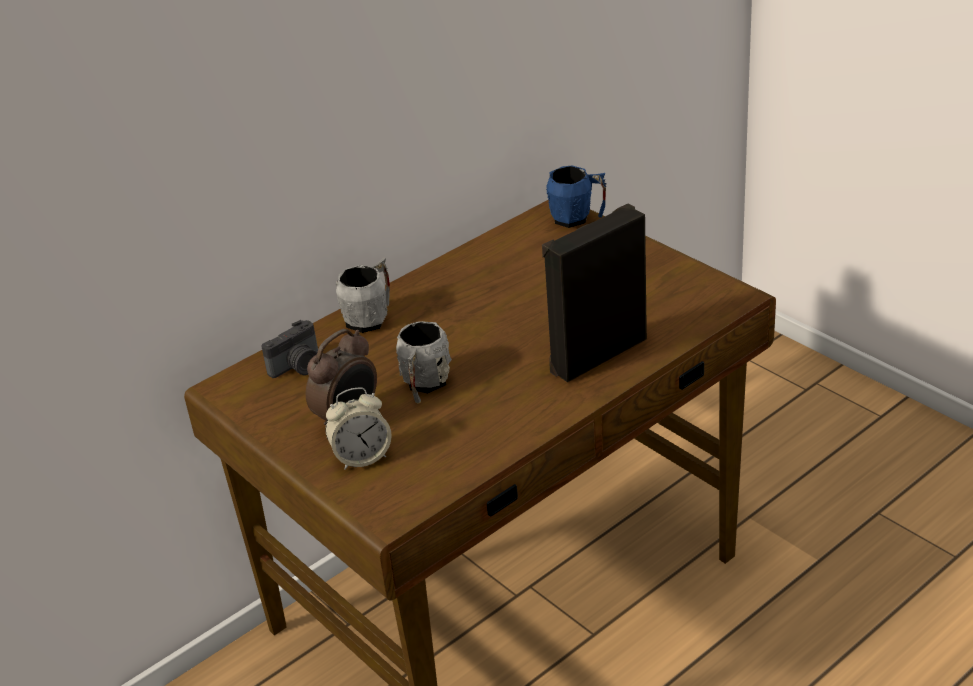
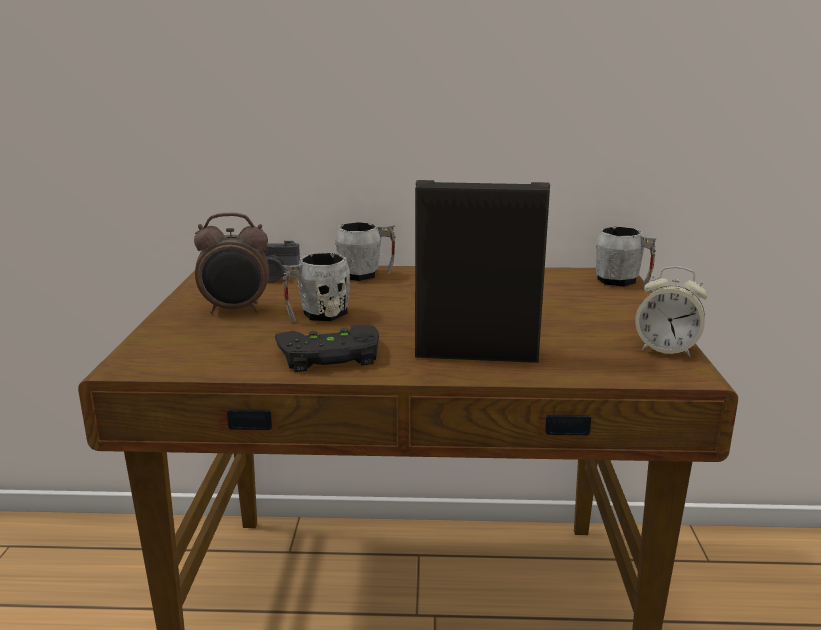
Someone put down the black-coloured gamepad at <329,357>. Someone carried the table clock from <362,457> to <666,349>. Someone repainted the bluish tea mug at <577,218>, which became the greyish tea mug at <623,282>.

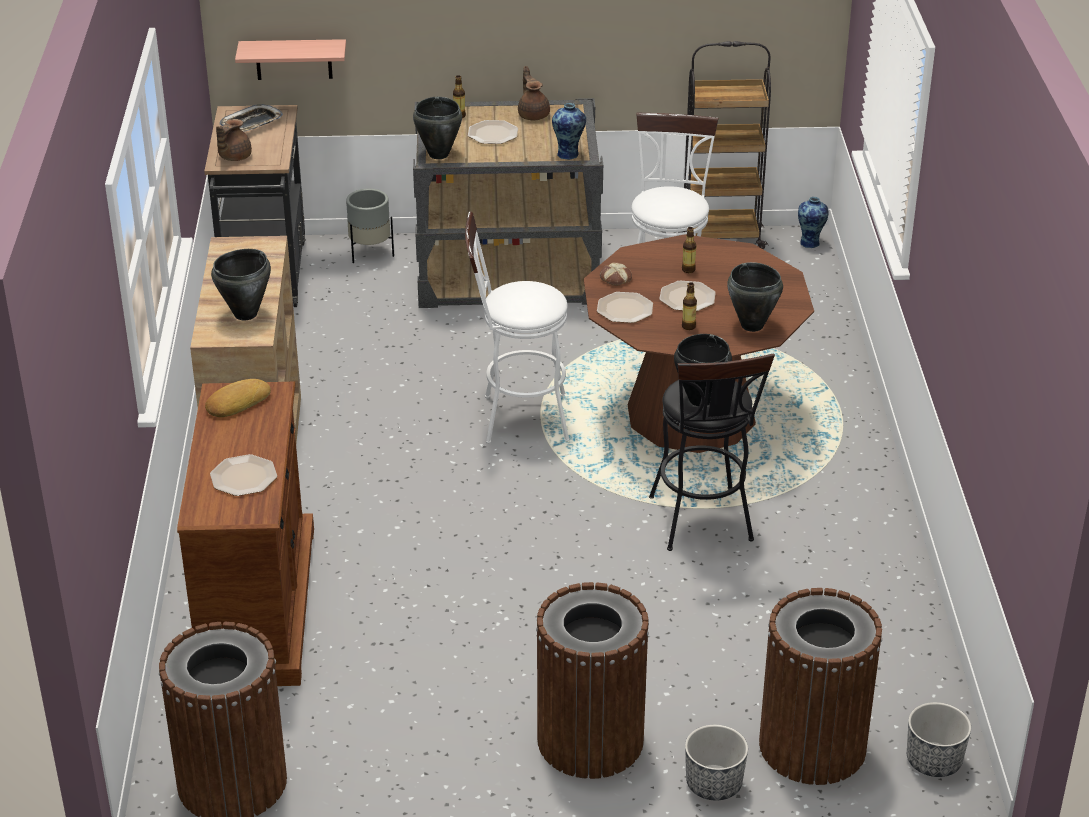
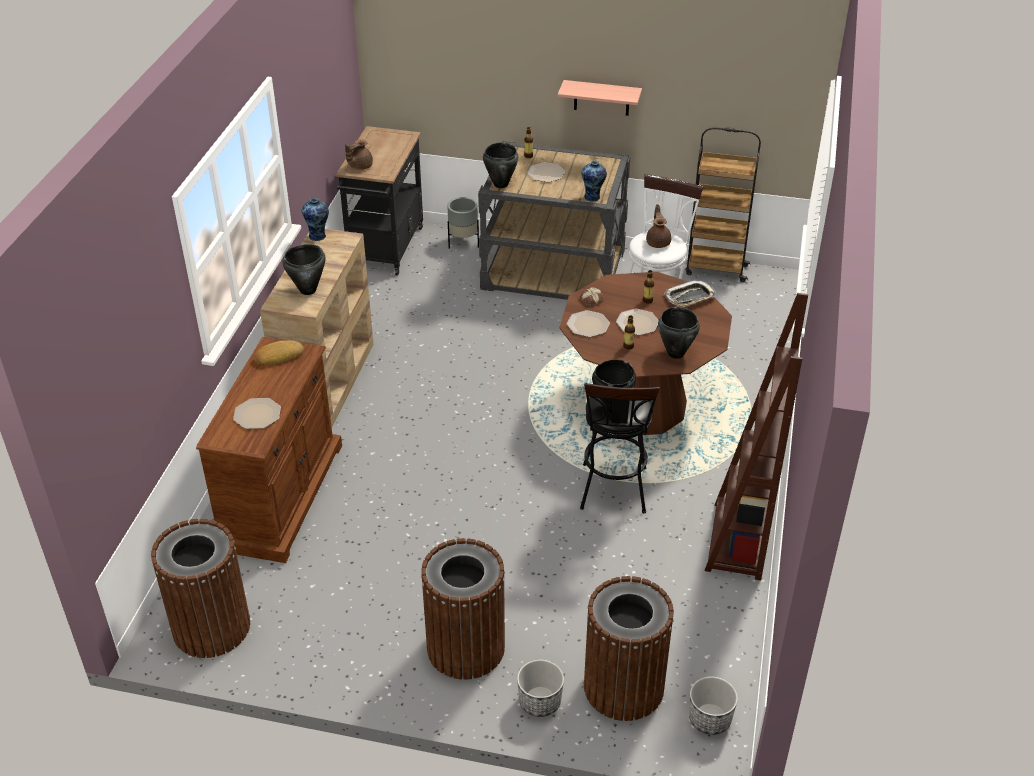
Someone took away the whitish sitting stool at <516,419>. Someone put down the brown-coloured bookcase at <737,541>. Someone carried the serving tray from <252,124> to <689,297>. Someone carried the shelf from <293,59> to <601,98>. Someone carried the brown-coloured tea pot from <533,114> to <658,242>. Someone carried the vase from <810,242> to <318,236>.

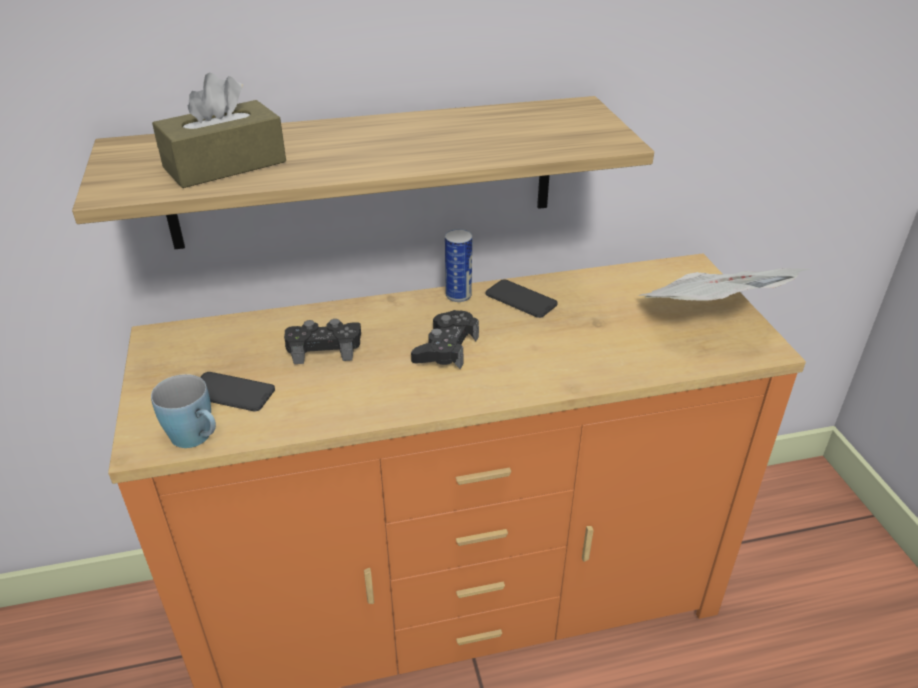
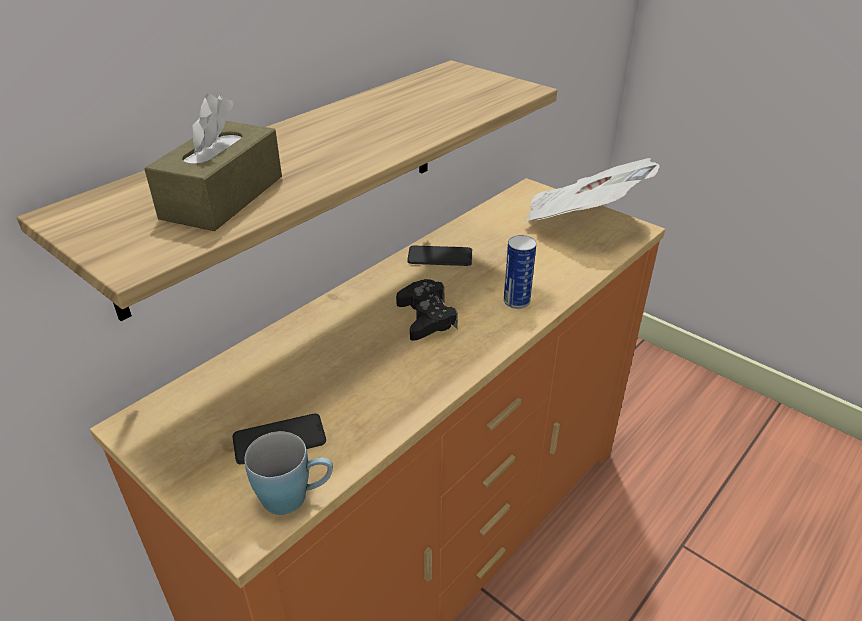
Someone took away the black-coloured gamepad at <324,348>. Someone carried the can from <458,295> to <516,301>.

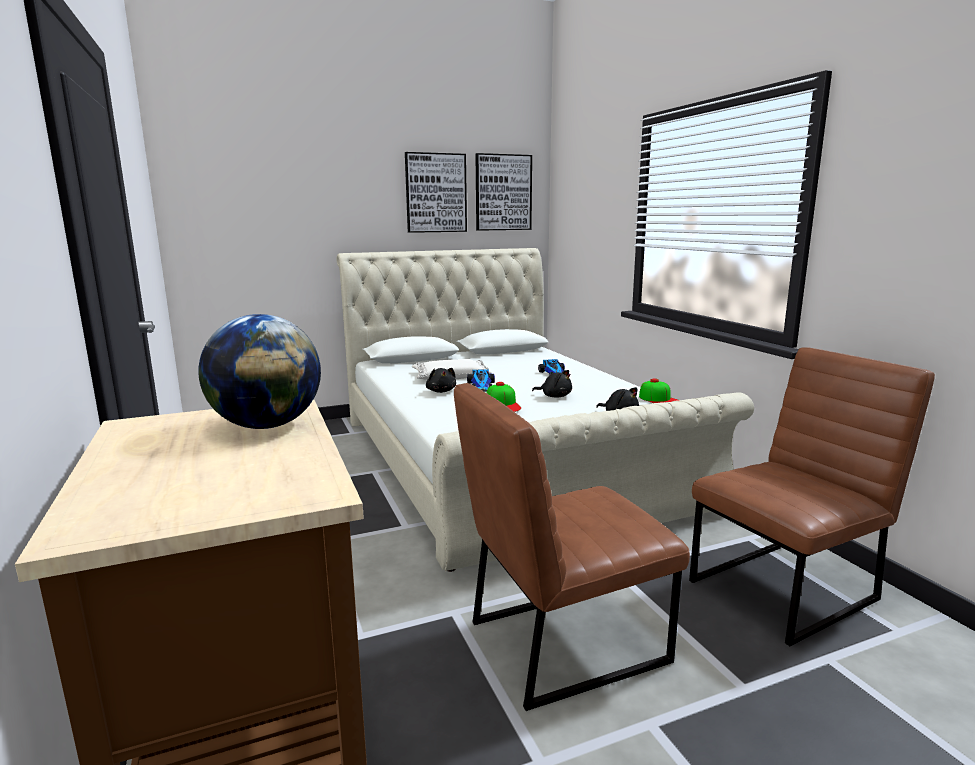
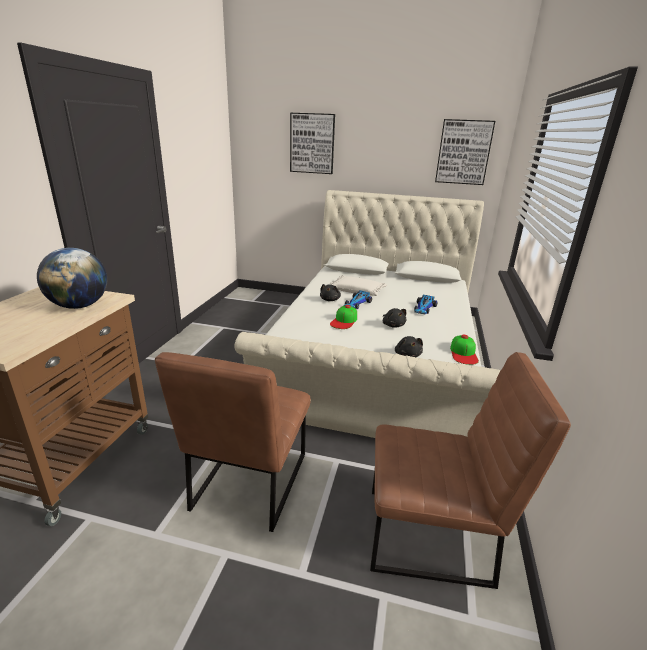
Someone carried the picture from <436,193> to <312,143>. Someone rotated the brown-coloured upright chair at <562,642> by 90 degrees counterclockwise.

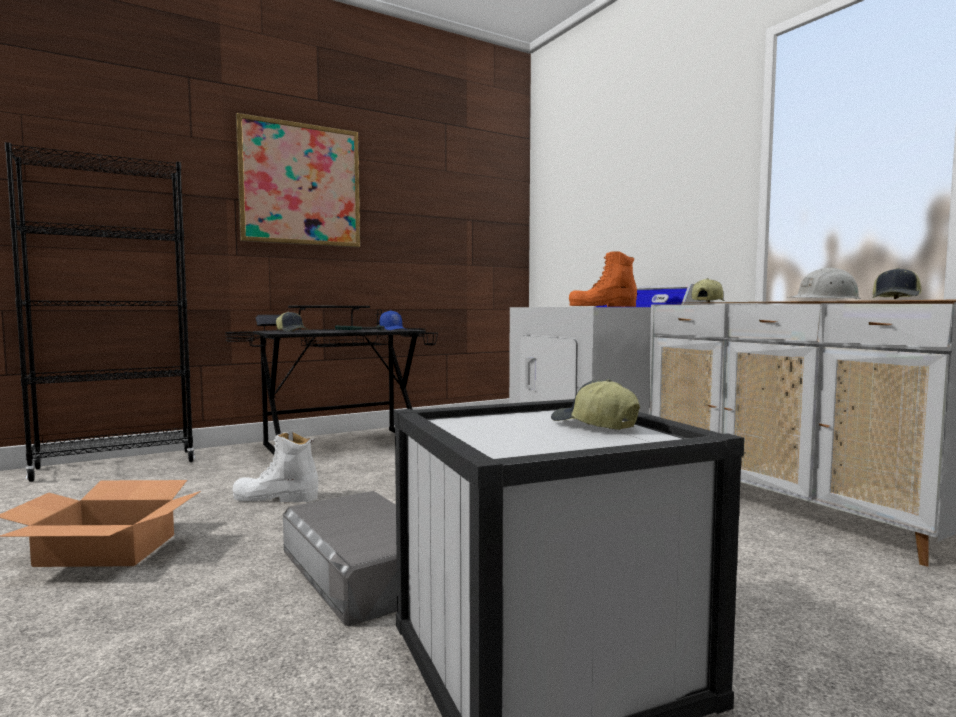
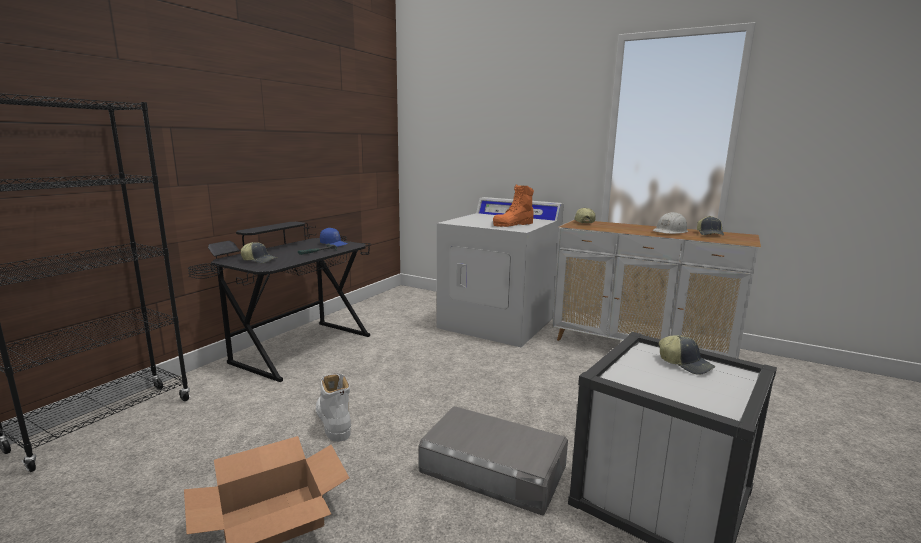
Someone took away the picture at <300,184>. Someone rotated the whitish high-top boot at <275,498> by 90 degrees clockwise. Someone rotated the baseball cap at <593,425> by 150 degrees counterclockwise.

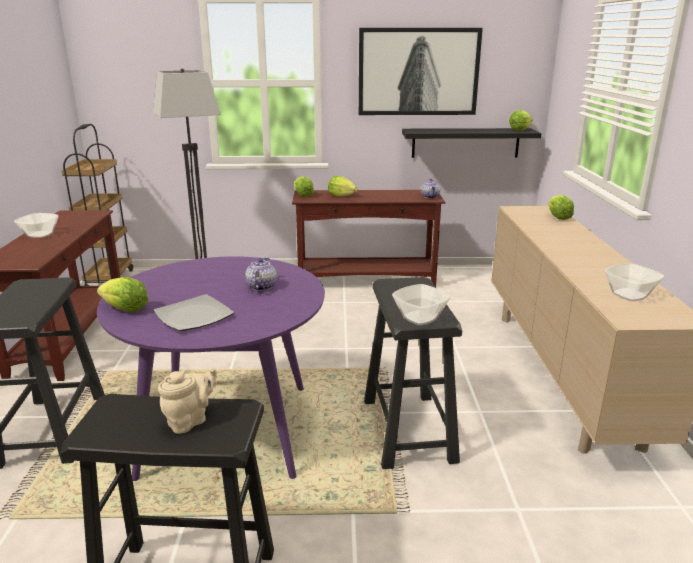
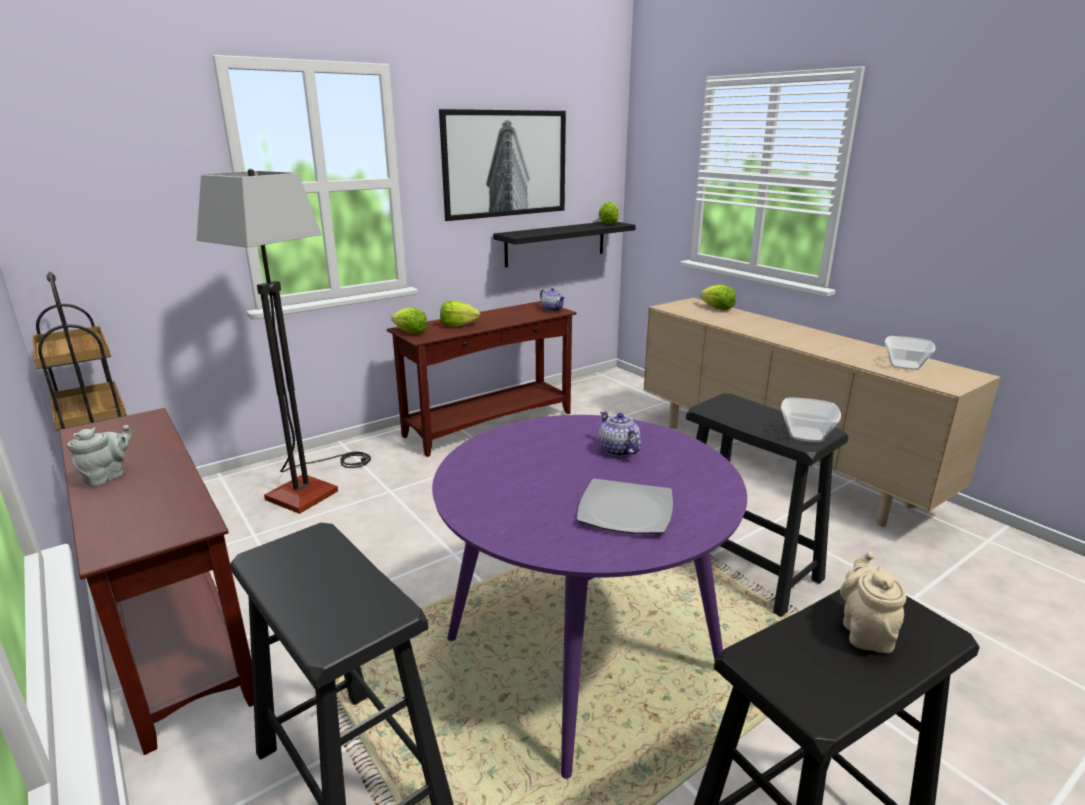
Someone took away the lettuce head at <125,309>. Someone swapped the deep dish at <39,235> for the greyish tea pot at <108,477>.

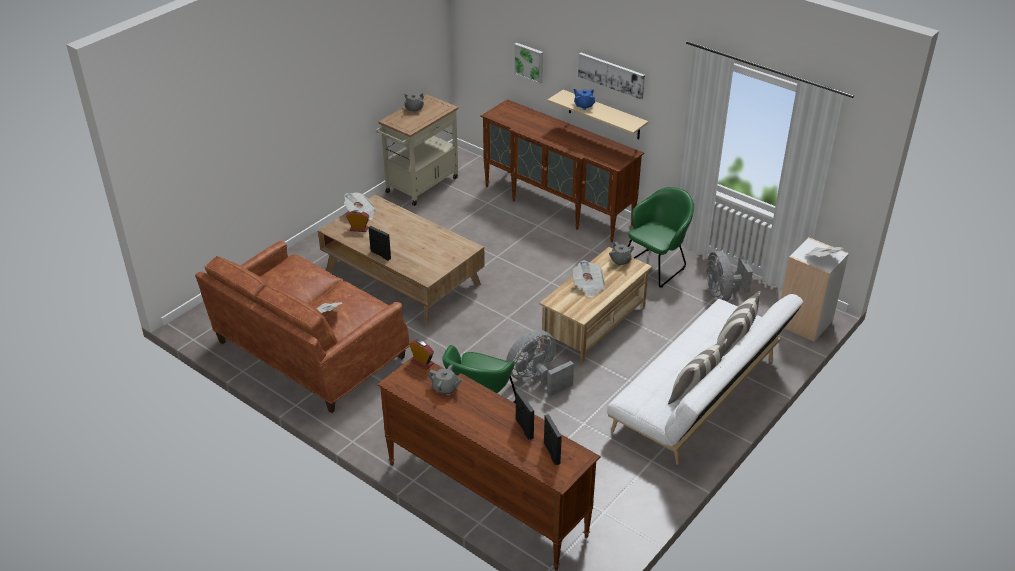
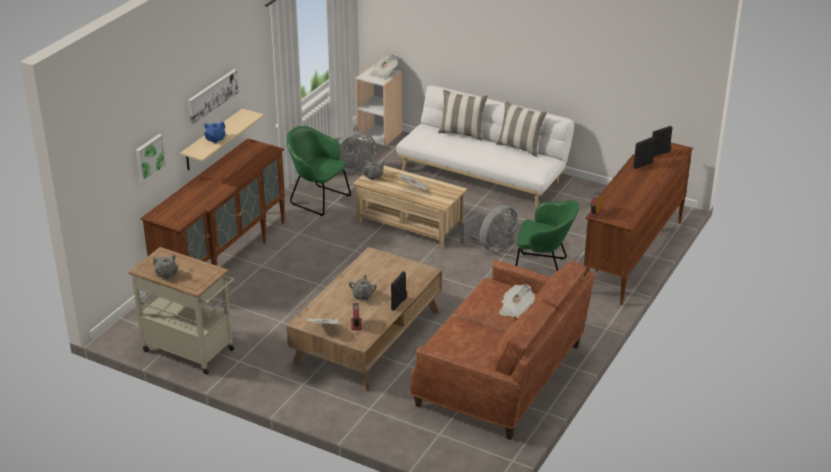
Someone carried the greyish tea pot from <445,388> to <363,296>. Someone rotated the greyish cooling fan at <537,379> by 90 degrees counterclockwise.

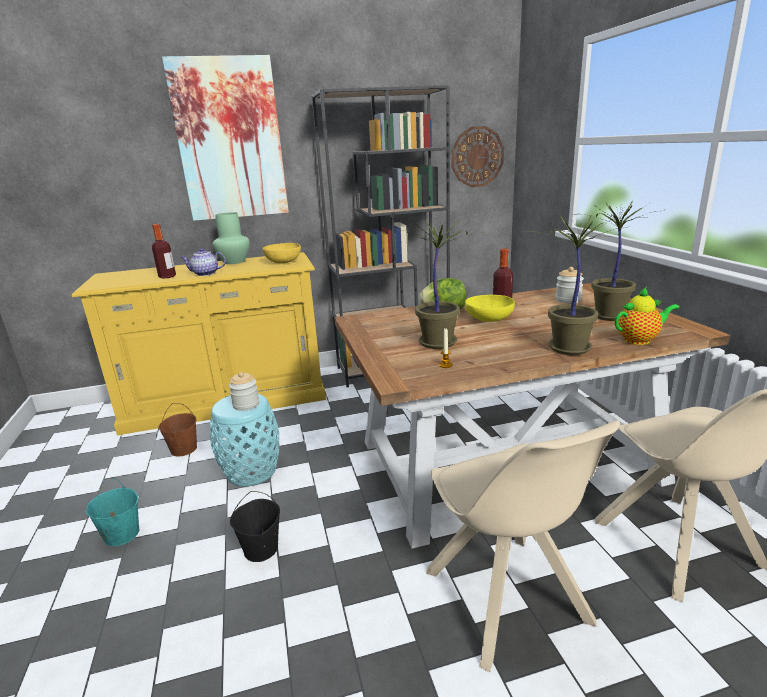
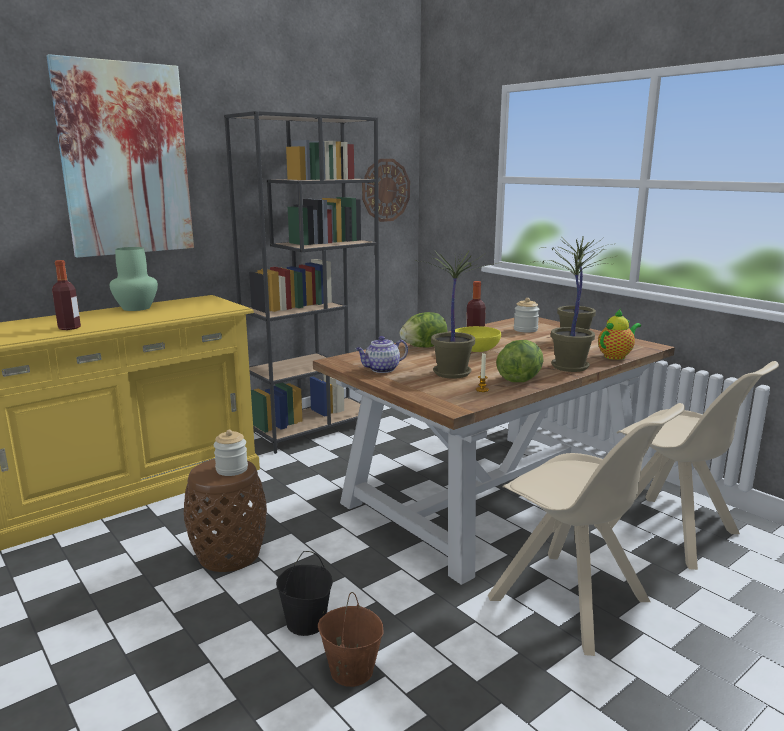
Someone took away the turquoise pail at <121,535>. Someone took away the yellow deep dish at <283,262>. Someone put down the lettuce head at <520,379>. Someone carried the brown-coloured pail from <183,449> to <351,671>. Someone carried the tea pot from <205,274> to <381,369>. Someone repainted the turquoise sitting stool at <251,471>, which became the brown-coloured sitting stool at <229,555>.

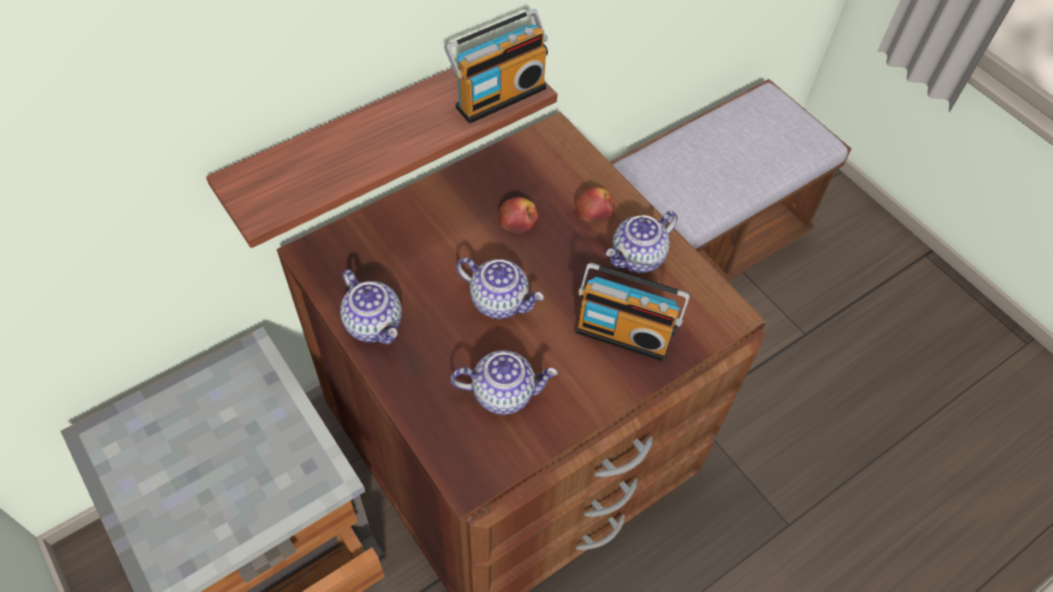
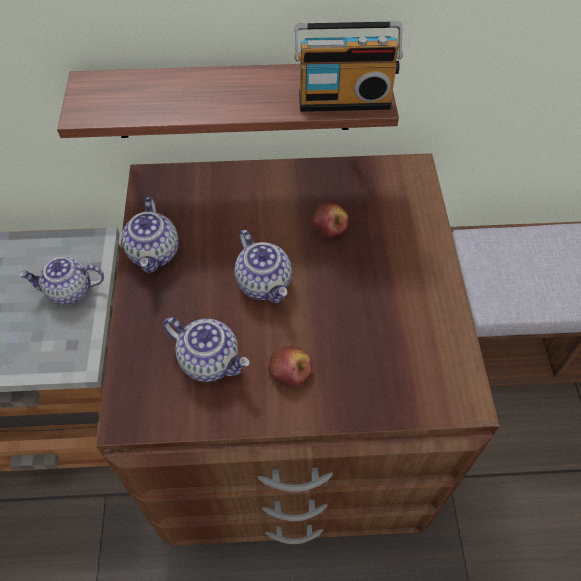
Someone took away the radio receiver at <624,332>. Someone carried the whole apple from <594,210> to <290,370>. Someone carried the tea pot from <637,258> to <69,291>.

